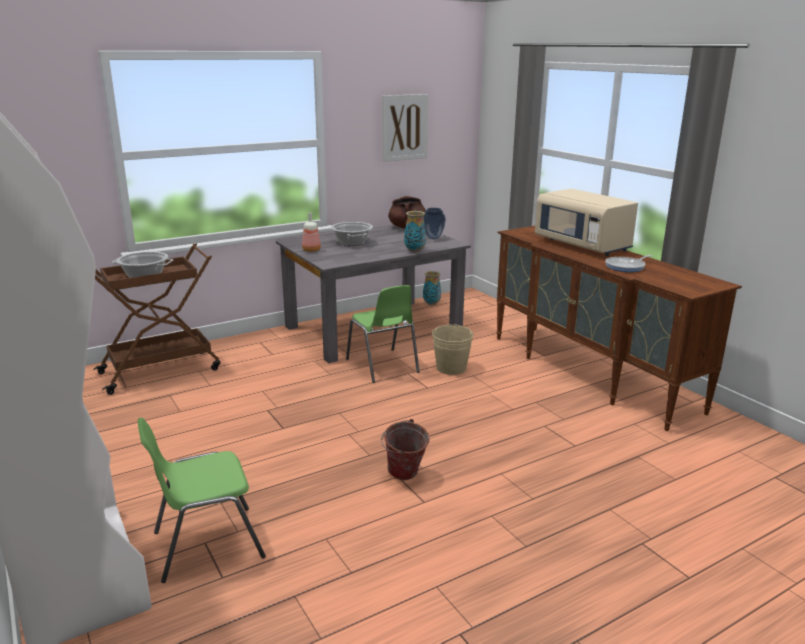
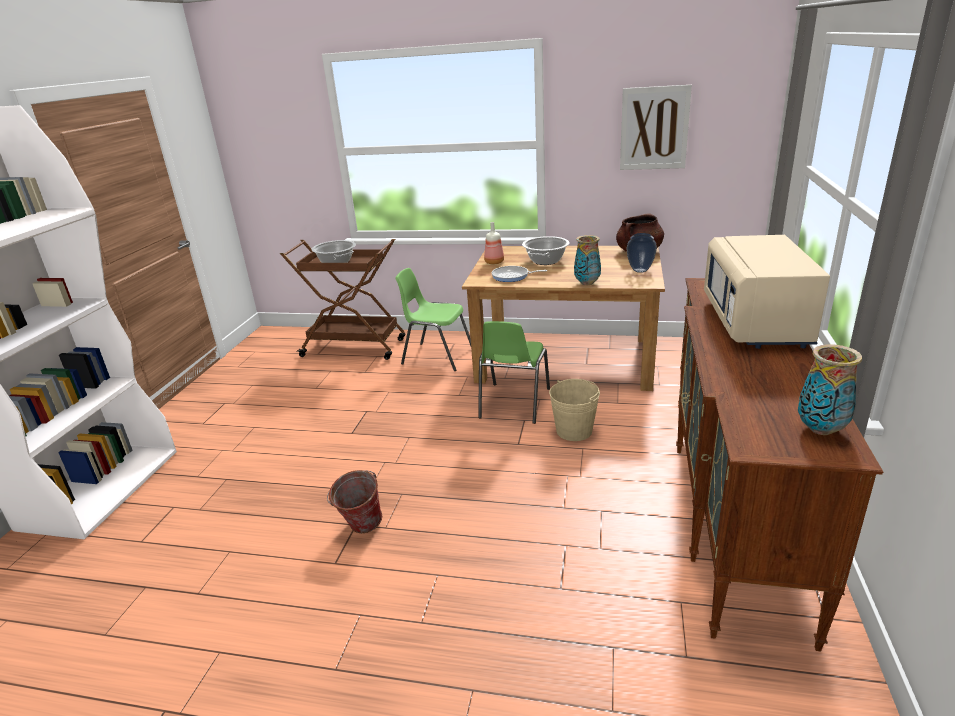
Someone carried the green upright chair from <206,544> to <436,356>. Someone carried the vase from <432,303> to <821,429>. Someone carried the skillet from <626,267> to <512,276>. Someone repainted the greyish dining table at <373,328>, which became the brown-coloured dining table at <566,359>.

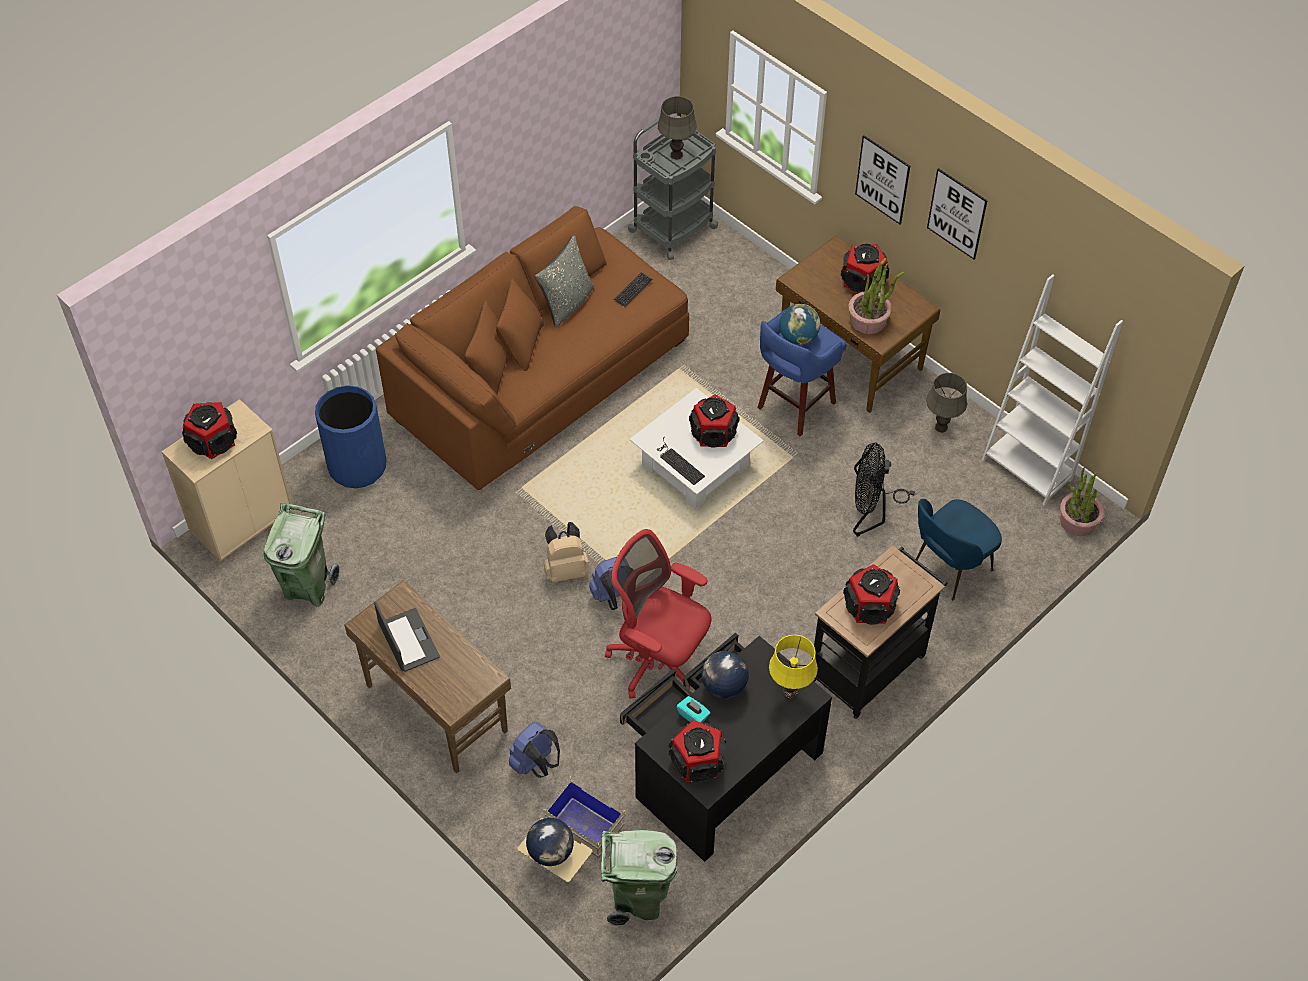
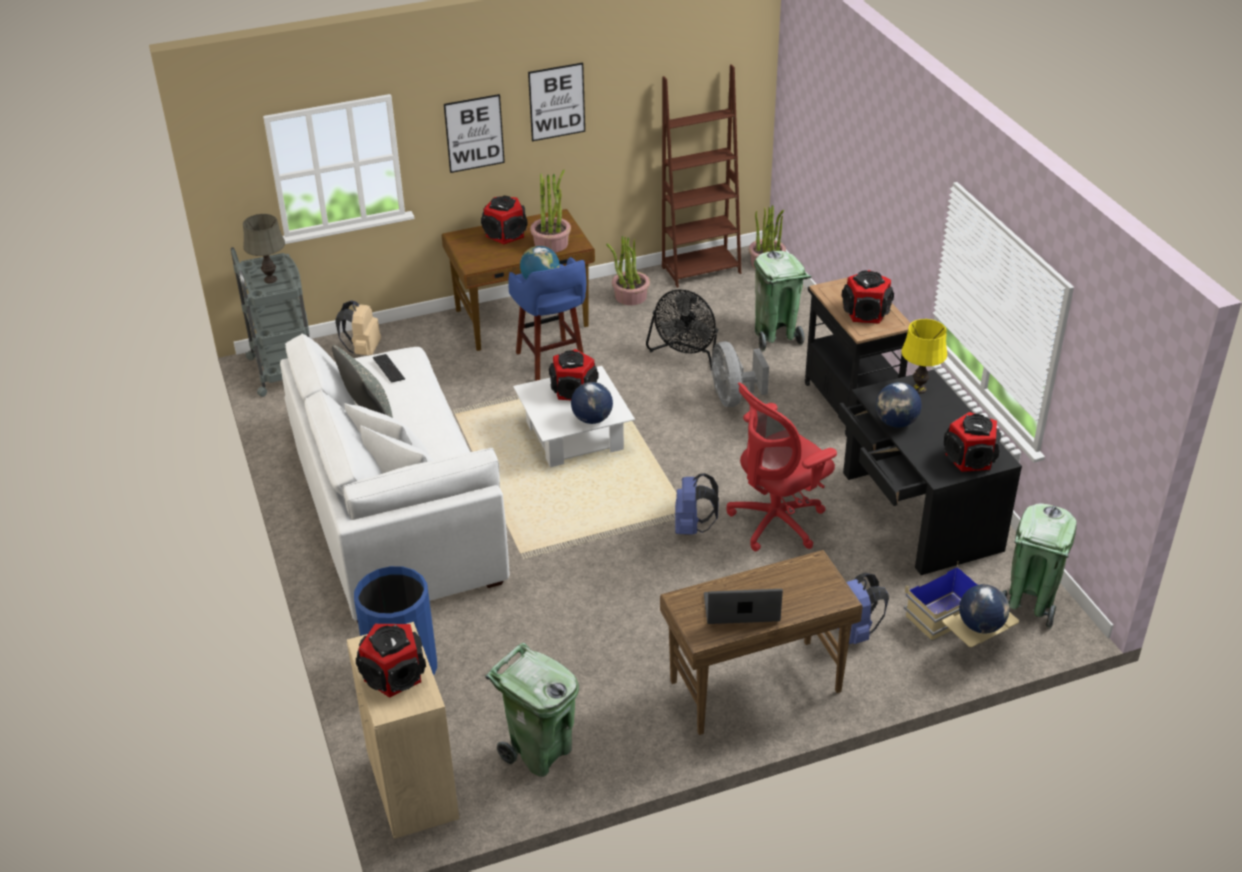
Someone took away the turquoise tissue holder at <693,716>. Someone put down the greyish cooling fan at <733,398>. Someone carried the beige backpack from <566,570> to <363,350>. Someone swapped the keyboard at <678,462> for the globe at <592,419>. Someone swapped the bluish upright chair at <947,570> for the green trash can at <776,336>. Someone swapped the greyish tabletop lamp at <941,427> for the plant in a pot at <630,296>. Someone repainted the brown-coloured couch at <541,377>, which became the whitish couch at <393,503>. Someone repainted the whitish bookcase at <1027,468>, which became the brown-coloured bookcase at <701,270>.

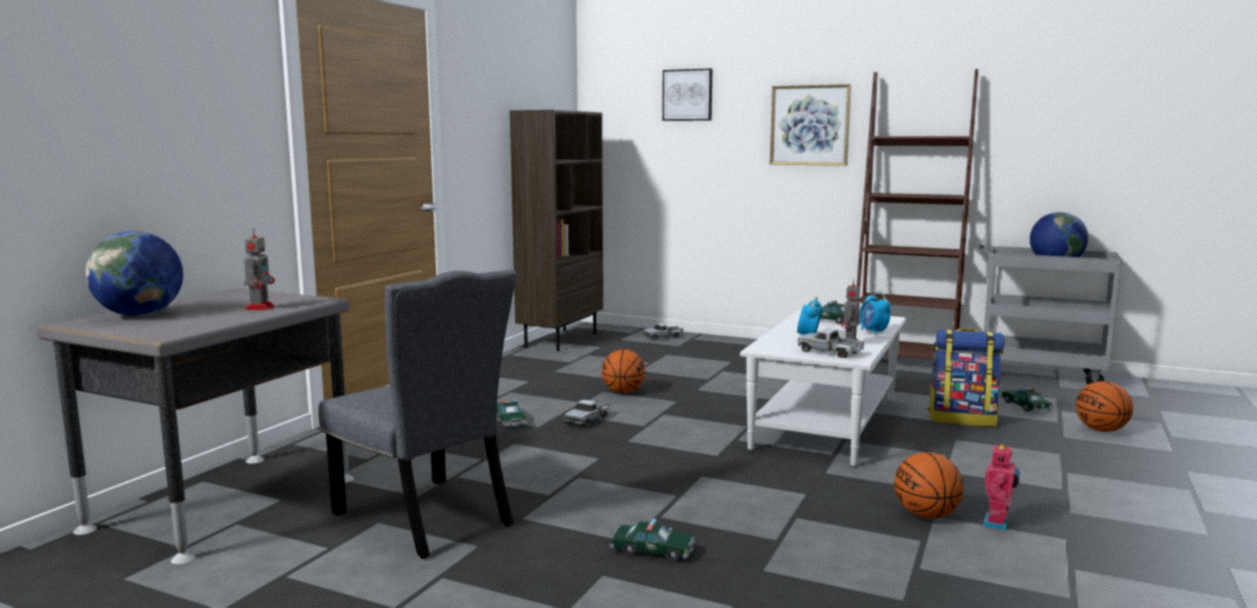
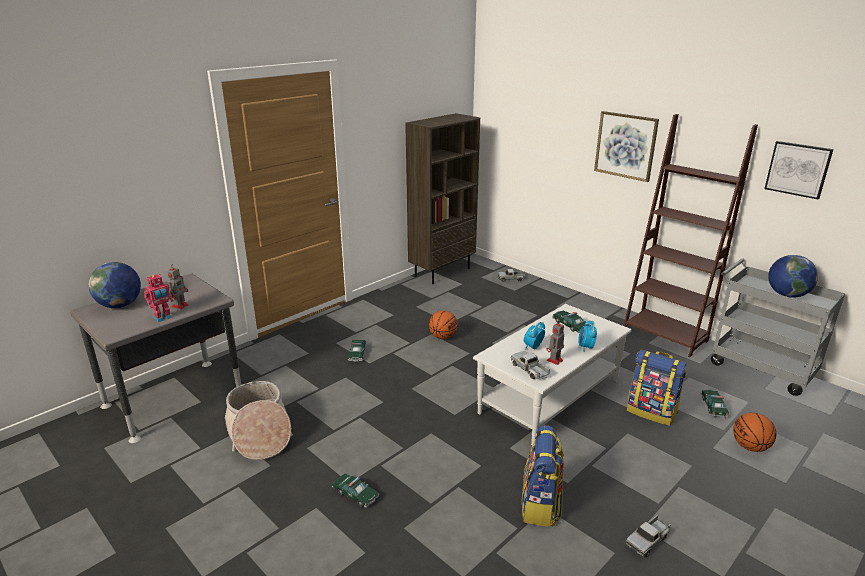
Someone carried the toy lorry from <588,420> to <648,540>. Someone carried the picture from <687,95> to <798,169>. Someone carried the model robot from <998,524> to <163,318>. Someone swapped the greyish upright chair at <424,516> for the household basket at <259,433>. Someone swapped the basketball at <926,515> for the backpack at <541,506>.

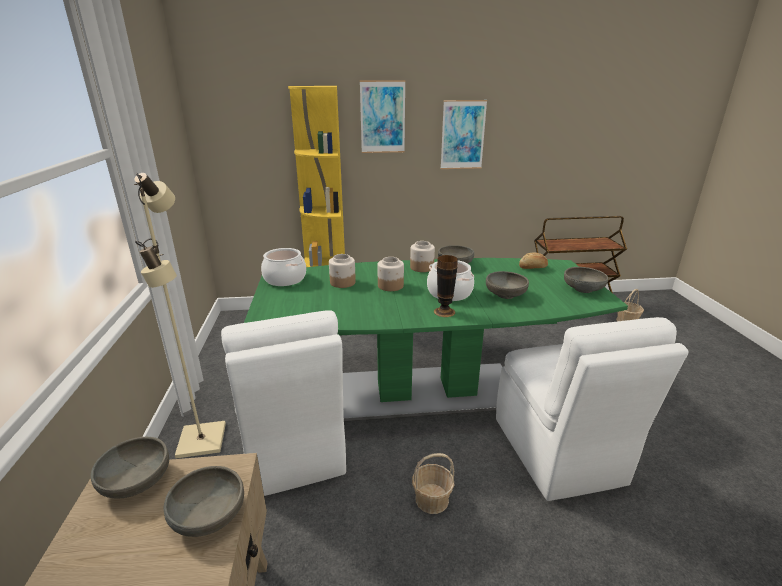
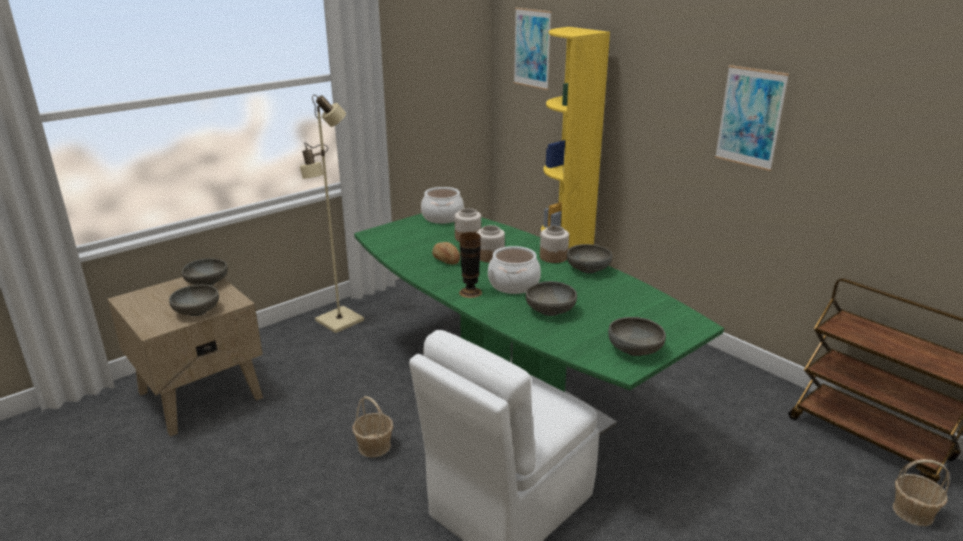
Someone took away the whitish upright chair at <292,448>. Someone carried the picture from <382,117> to <532,48>. Someone carried the bread from <533,267> to <445,260>.

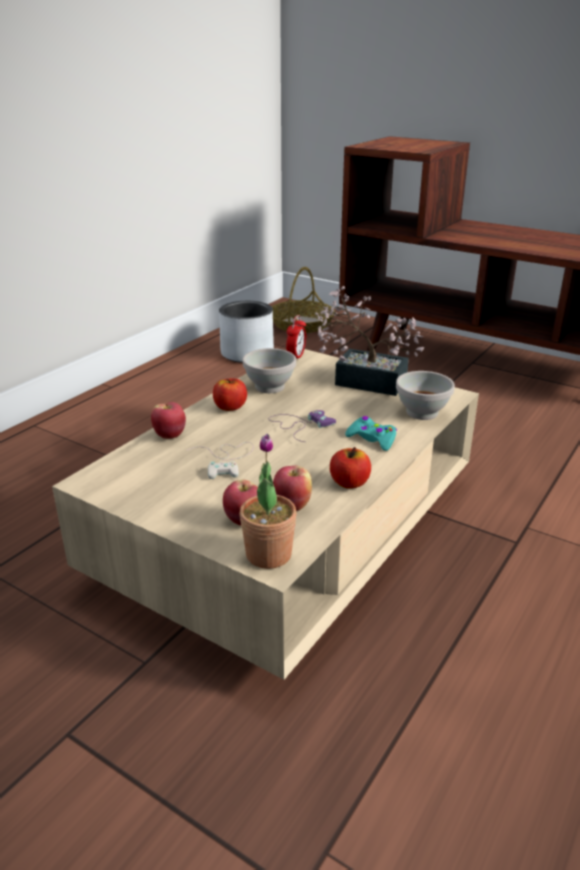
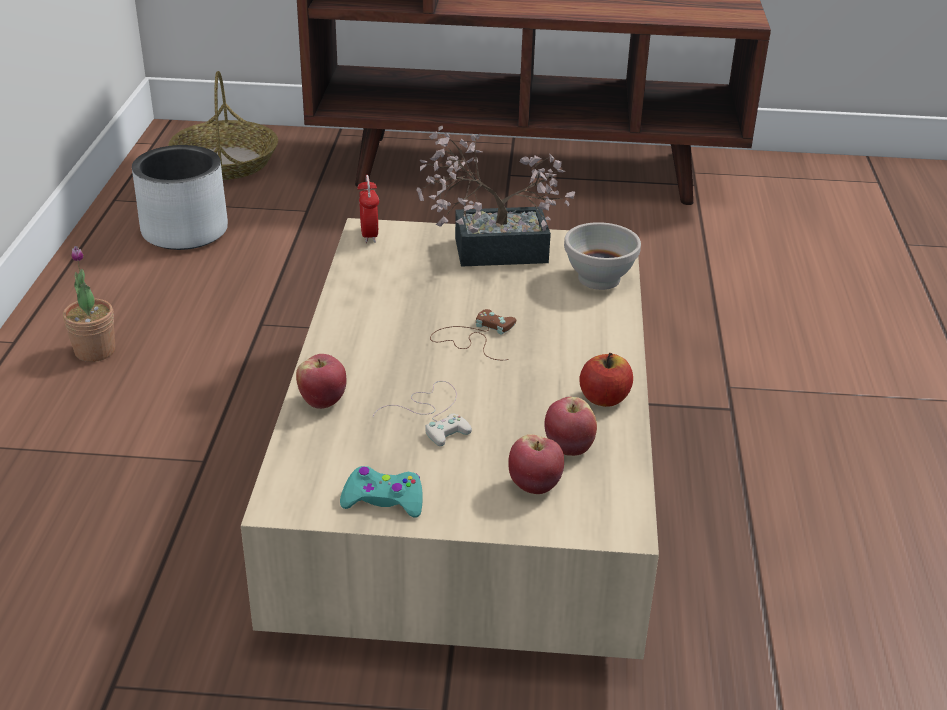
Someone took away the whole apple at <230,407>. Someone took away the whitish deep dish at <269,386>. Someone carried the plant in a pot from <268,554> to <95,351>. Someone carried the turquoise gamepad from <372,439> to <383,500>. Someone repainted the purplish gamepad at <300,425>, which became the brown-coloured gamepad at <474,337>.

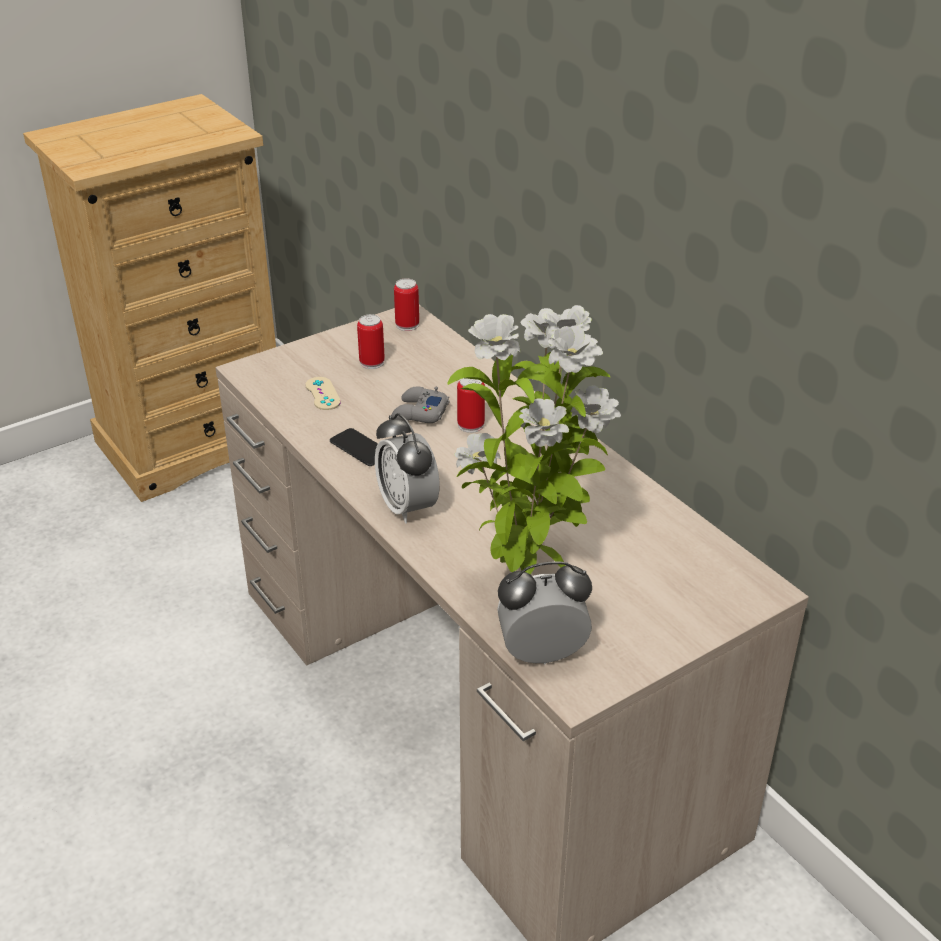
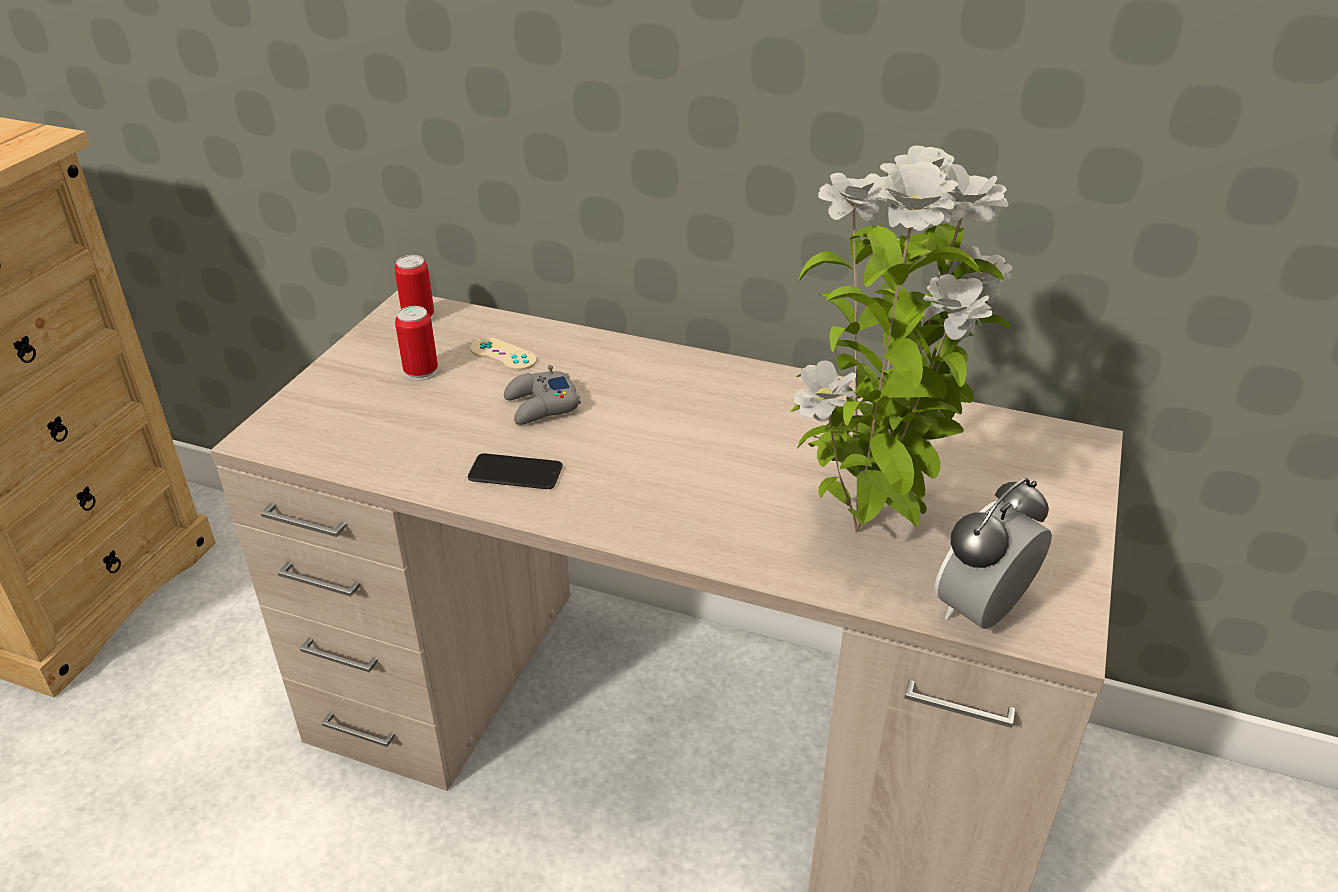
Someone took away the table clock at <407,507>. Someone took away the can at <471,425>. Someone carried the beige gamepad from <322,394> to <503,354>.

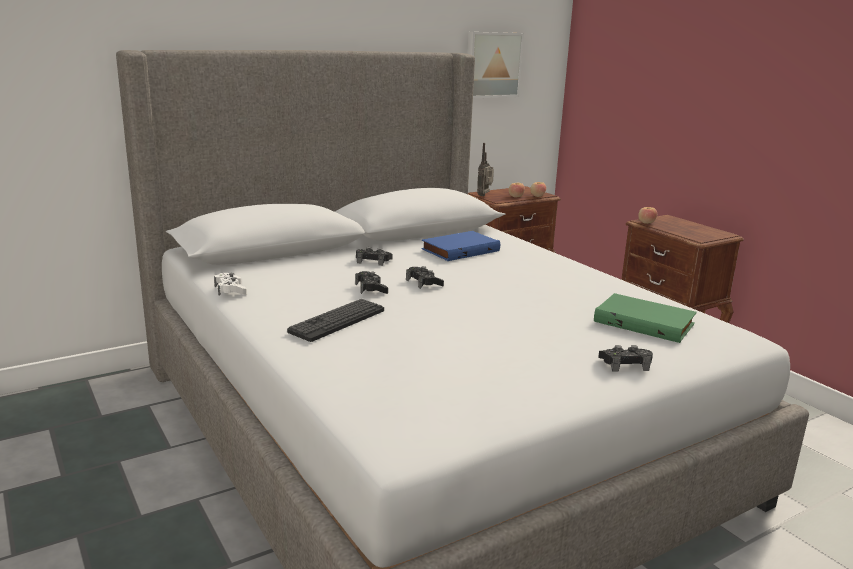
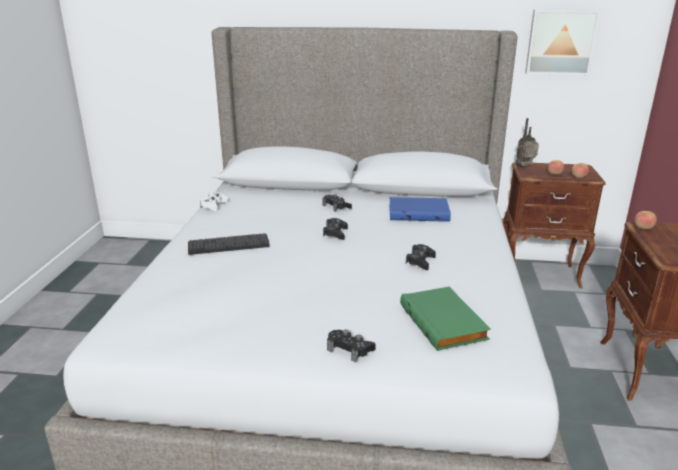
Someone carried the black-coloured gamepad from <371,288> to <420,261>.

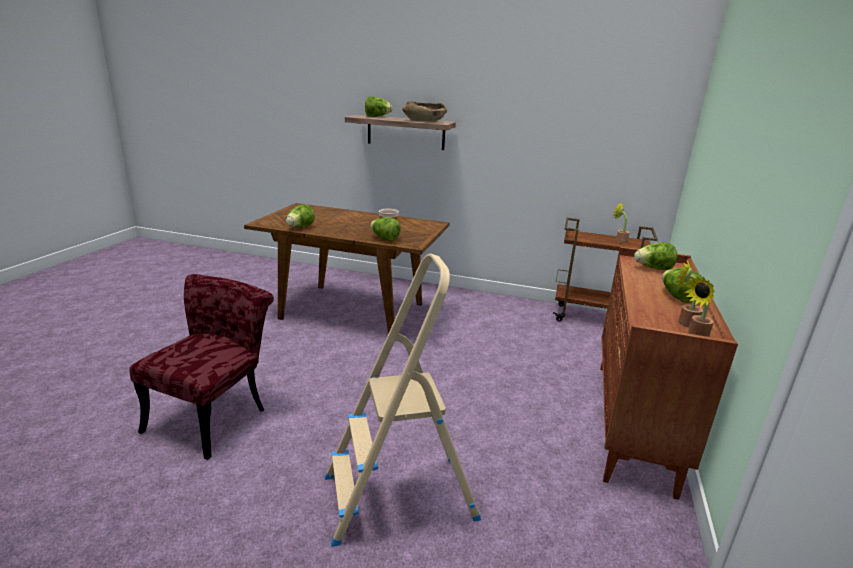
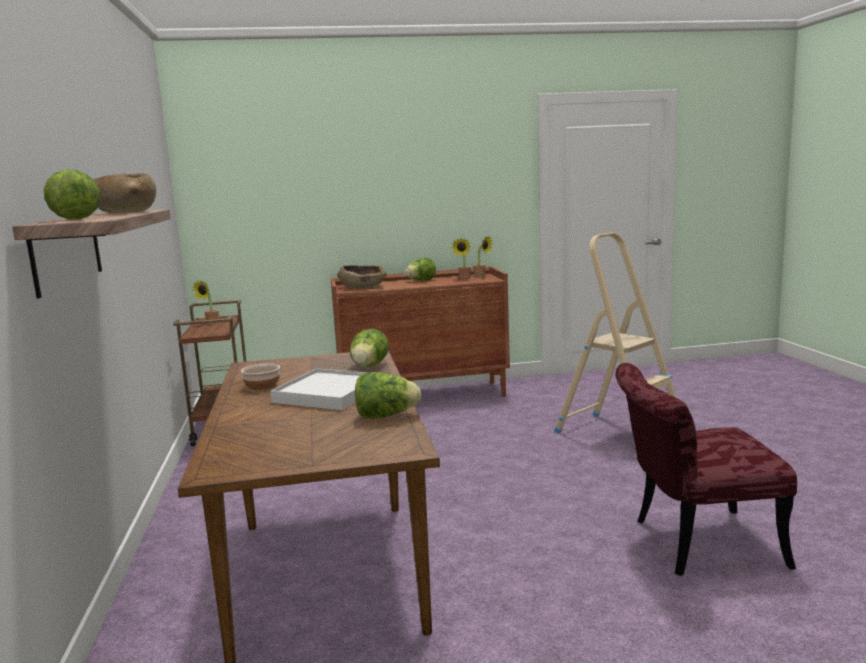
Someone put down the whitish serving tray at <328,394>. Someone swapped the lettuce head at <653,268> for the brown-coloured deep dish at <362,287>.

